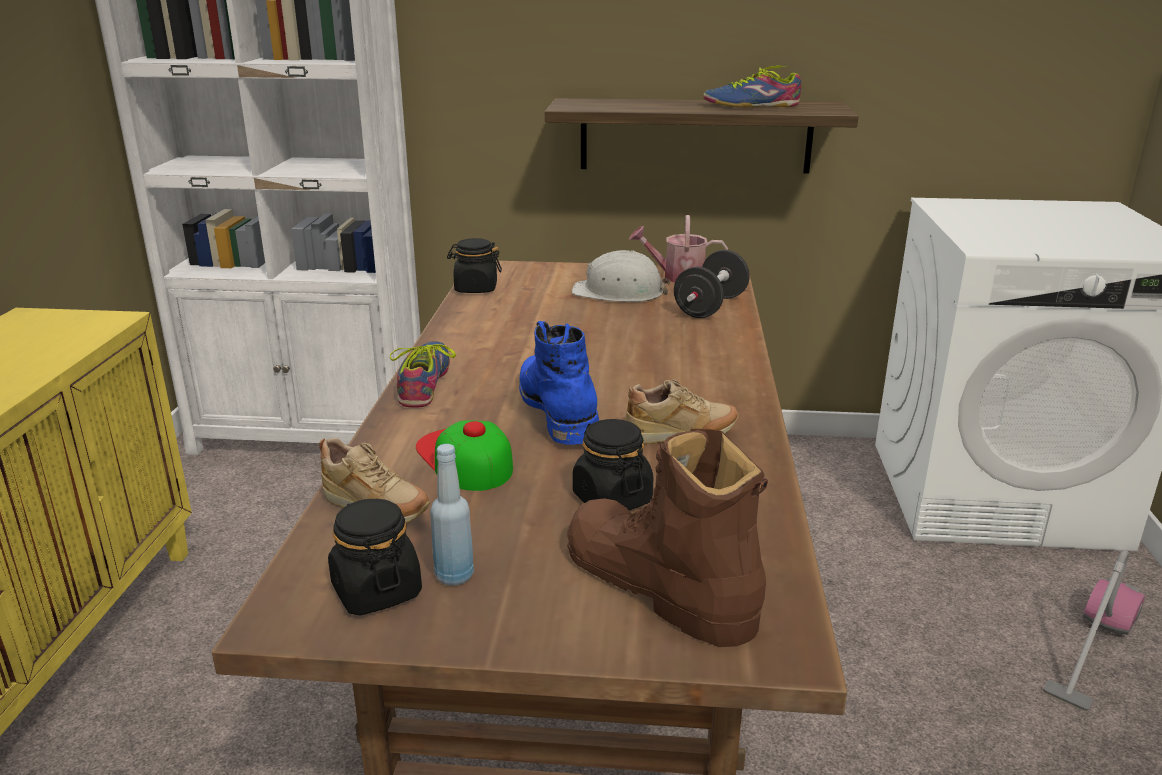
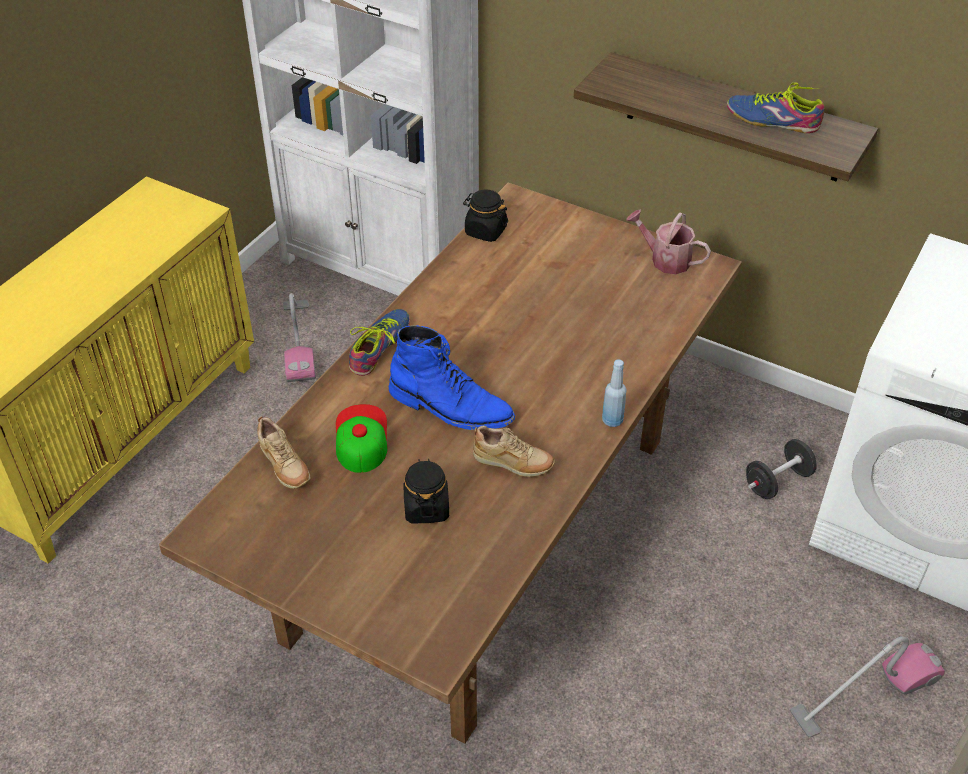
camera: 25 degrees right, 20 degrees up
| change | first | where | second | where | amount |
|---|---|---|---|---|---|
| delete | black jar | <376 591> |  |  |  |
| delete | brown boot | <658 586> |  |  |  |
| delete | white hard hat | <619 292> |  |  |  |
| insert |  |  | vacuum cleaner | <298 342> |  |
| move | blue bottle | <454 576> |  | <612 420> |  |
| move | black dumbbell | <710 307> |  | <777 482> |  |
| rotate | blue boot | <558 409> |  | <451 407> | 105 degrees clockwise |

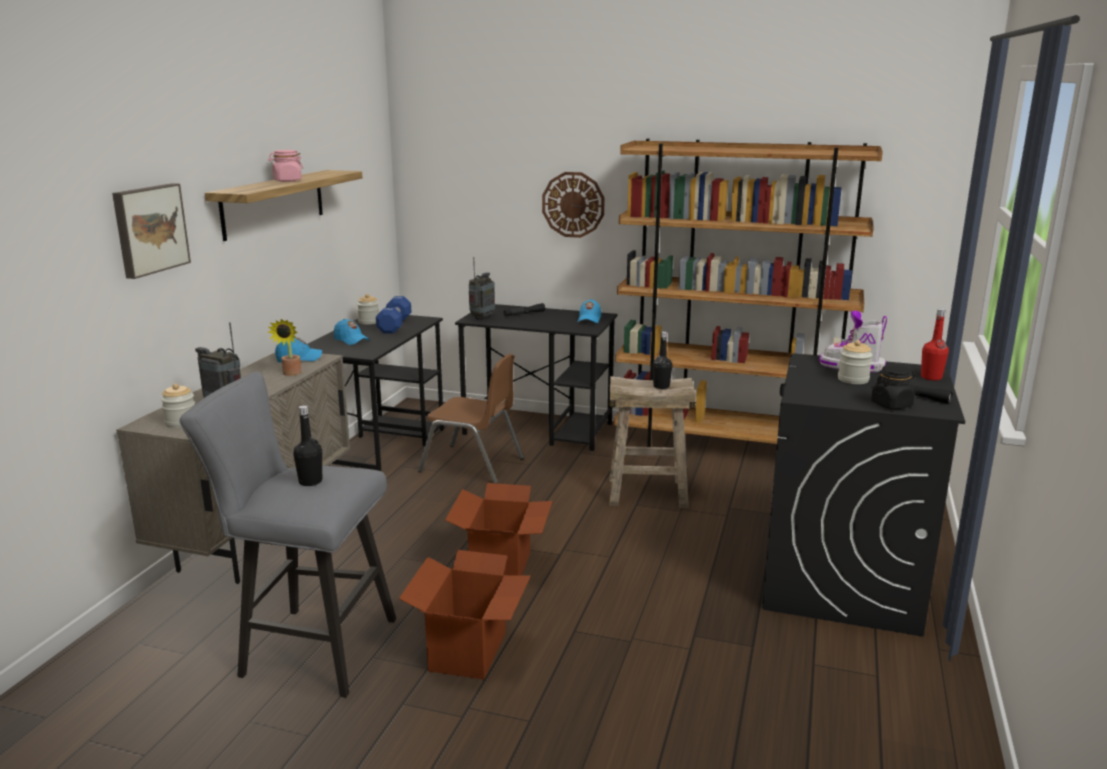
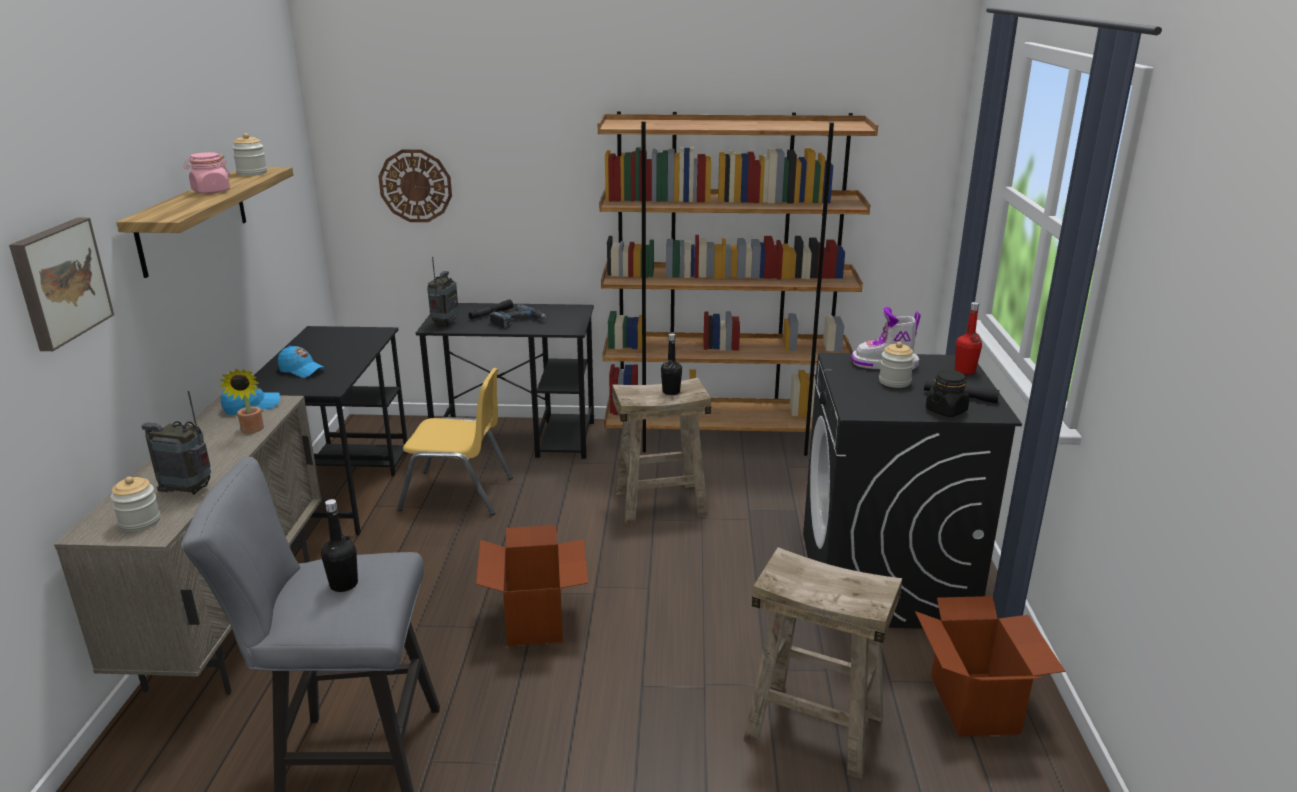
camera: 15 degrees left, 5 degrees up
| change | first | where | second | where | amount |
|---|---|---|---|---|---|
| delete | blue dumbbell | <394 325> |  |  |  |
| delete | blue cap | <589 320> |  |  |  |
| insert |  |  | power drill | <518 321> |  |
| insert |  |  | beige stool | <815 726> |  |
| move | jar | <369 322> |  | <252 173> |  |
| move | cardboard box | <469 651> |  | <975 704> |  |
| move | wall clock | <573 204> |  | <415 186> |  |
| recolor | brown chair | <472 465> | yellow chair | <458 494> |  |

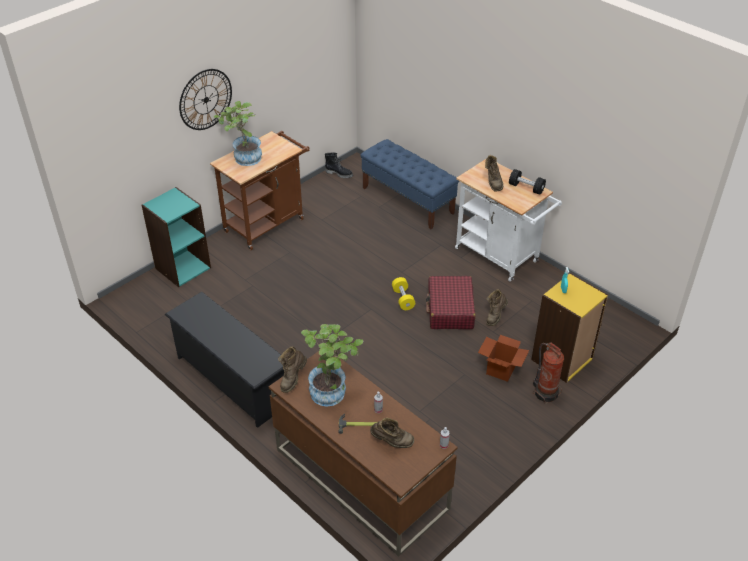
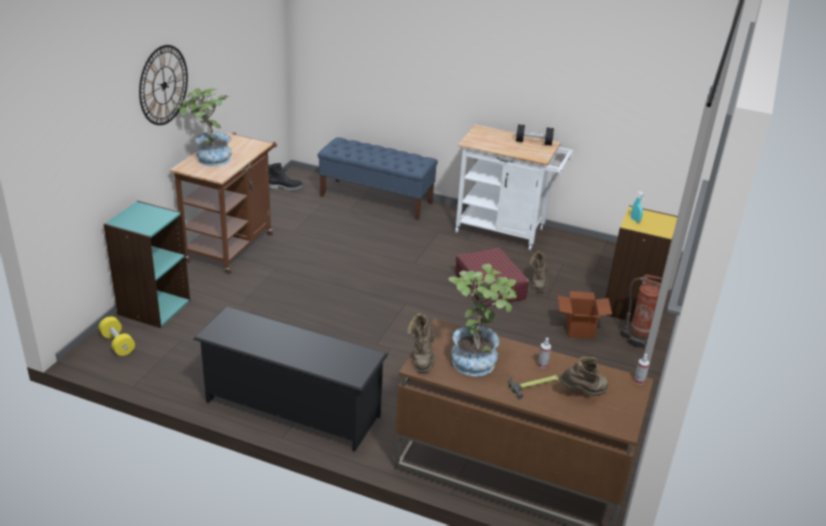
camera: 25 degrees left, 10 degrees down
| change | first | where | second | where | amount |
|---|---|---|---|---|---|
| delete | brown boot | <493 182> |  |  |  |
| move | yellow dumbbell | <403 299> |  | <117 344> |  |

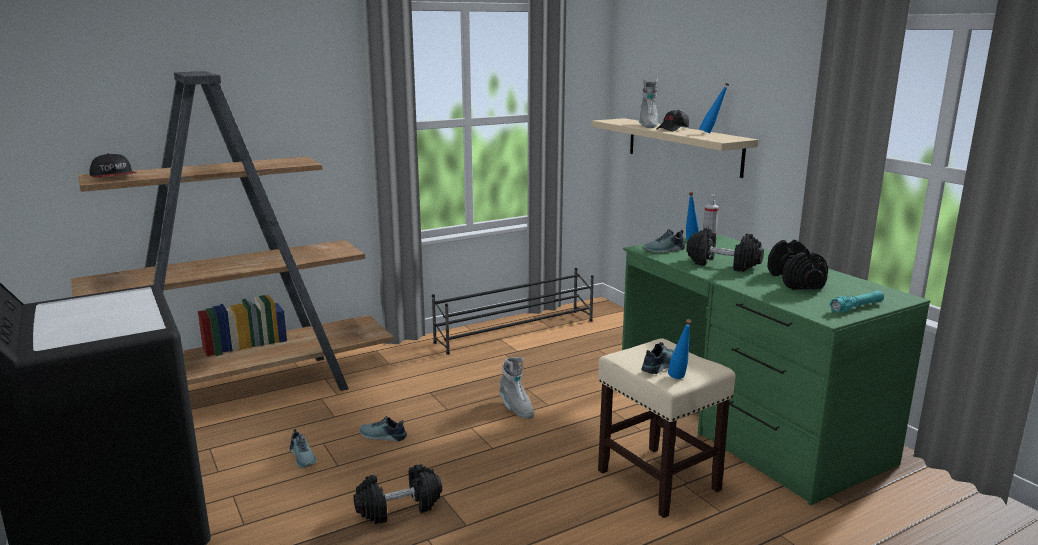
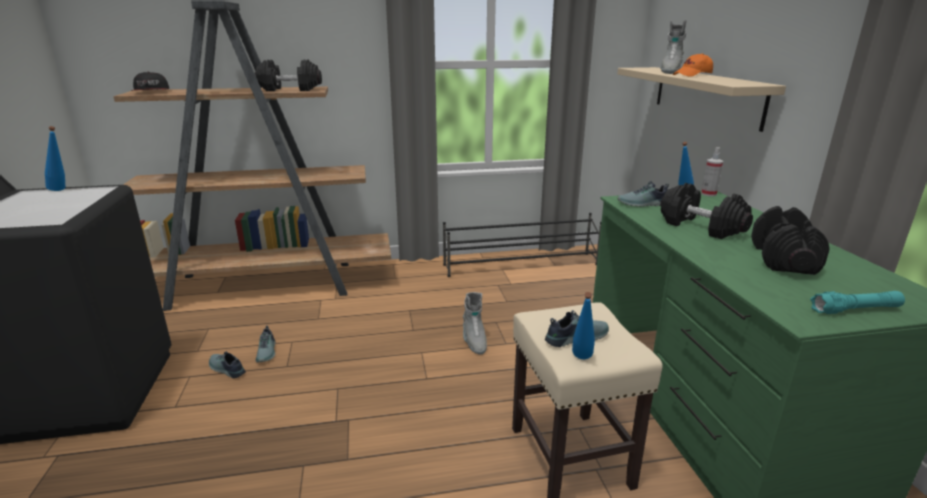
camera: 20 degrees right, 5 degrees up
| change | first | where | second | where | amount |
|---|---|---|---|---|---|
| move | black dumbbell | <399 507> |  | <290 89> |  |
| move | shoe | <382 436> |  | <226 369> |  |
| move | blue bottle | <711 133> |  | <62 190> |  |
| recolor | black cap | <672 129> | orange cap | <692 75> |  |

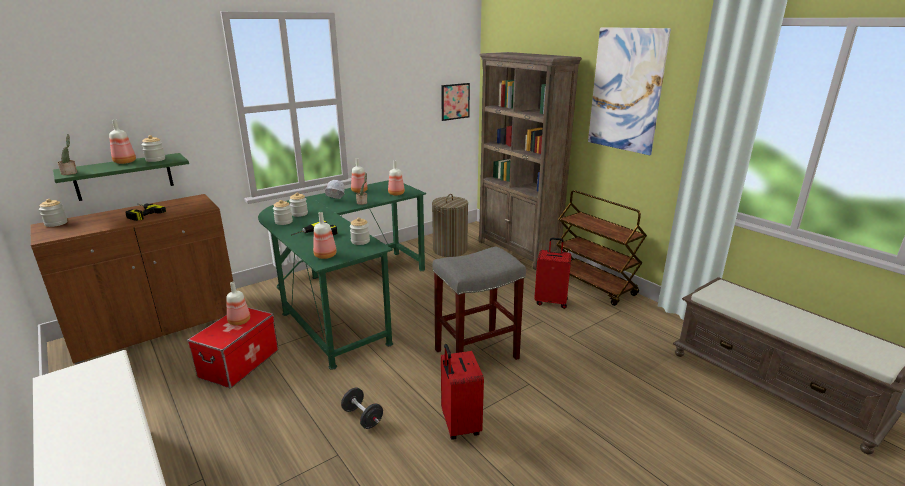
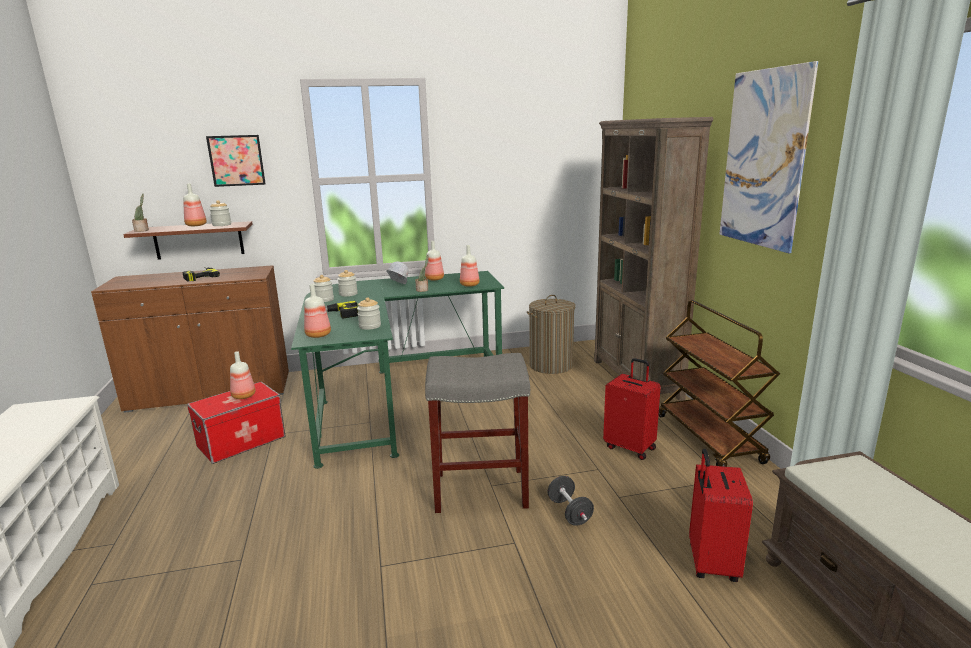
camera: 25 degrees right, 5 degrees down
| change | first | where | second | where | amount |
|---|---|---|---|---|---|
| delete | jar | <56 223> |  |  |  |
| move | black dumbbell | <362 417> |  | <569 512> |  |
| move | picture | <455 101> |  | <236 160> |  |
| move | red suitcase | <459 425> |  | <710 563> |  |
| recolor | green shelf | <124 176> | brown shelf | <199 240> |  |

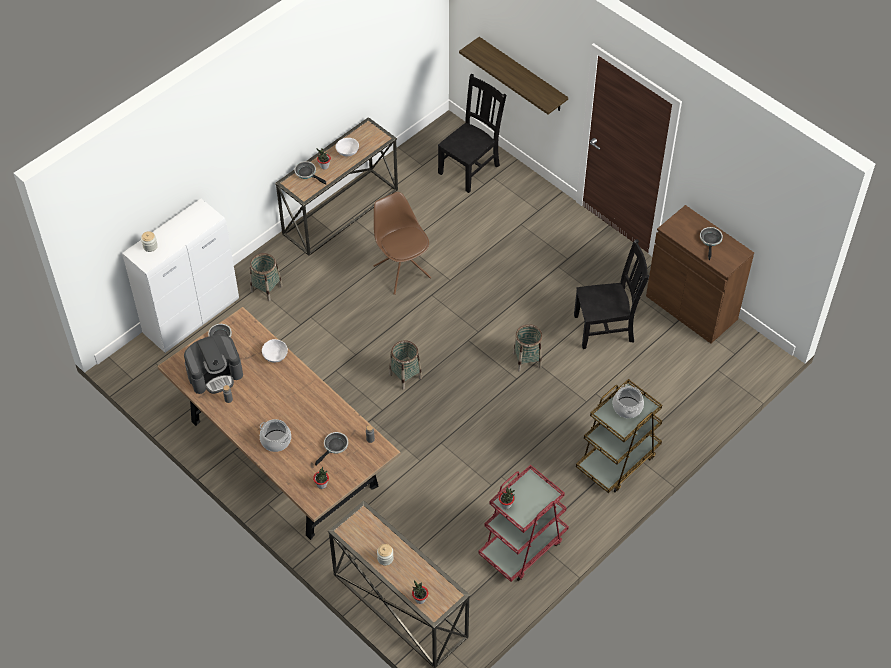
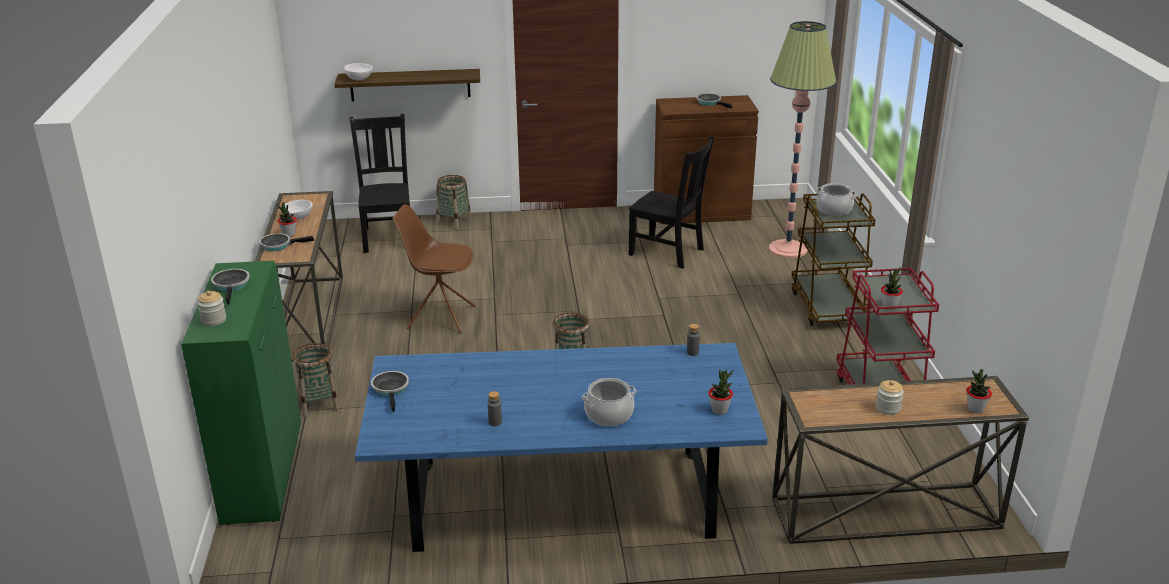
camera: 50 degrees left, 25 degrees down
| change | first | where | second | where | amount |
|---|---|---|---|---|---|
| delete | coffee machine | <215 374> |  |  |  |
| insert |  |  | floor lamp | <788 249> |  |
| move | white bowl | <275 356> |  | <358 78> |  |
| move | frying pan | <334 447> |  | <231 286> |  |
| move | basket | <527 360> |  | <454 222> |  |
| recolor | white cabinet | <192 316> | green cabinet | <263 475> |  |
| recolor | brown dining table | <283 453> | blue dining table | <561 499> |  |
| rotate | black chair | <606 328> |  | <668 252> | 90 degrees clockwise |

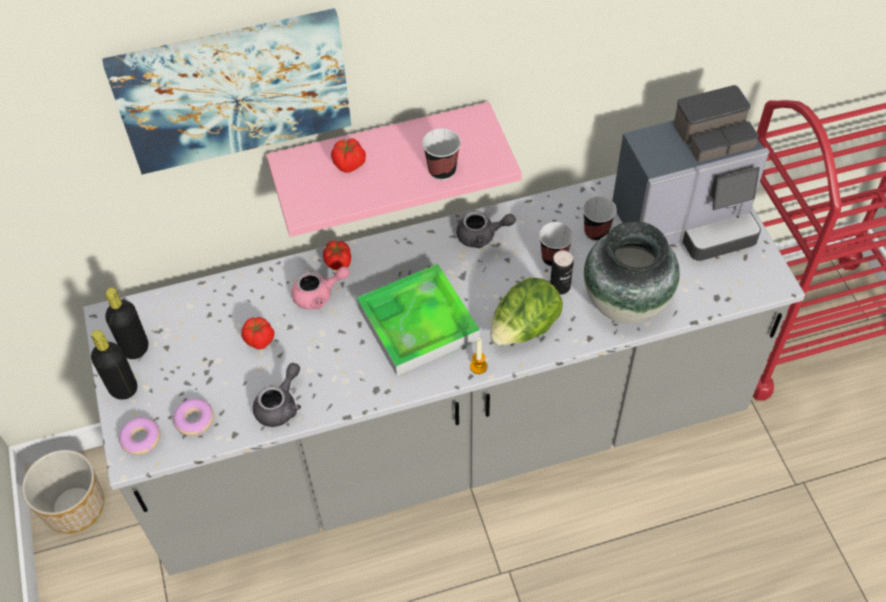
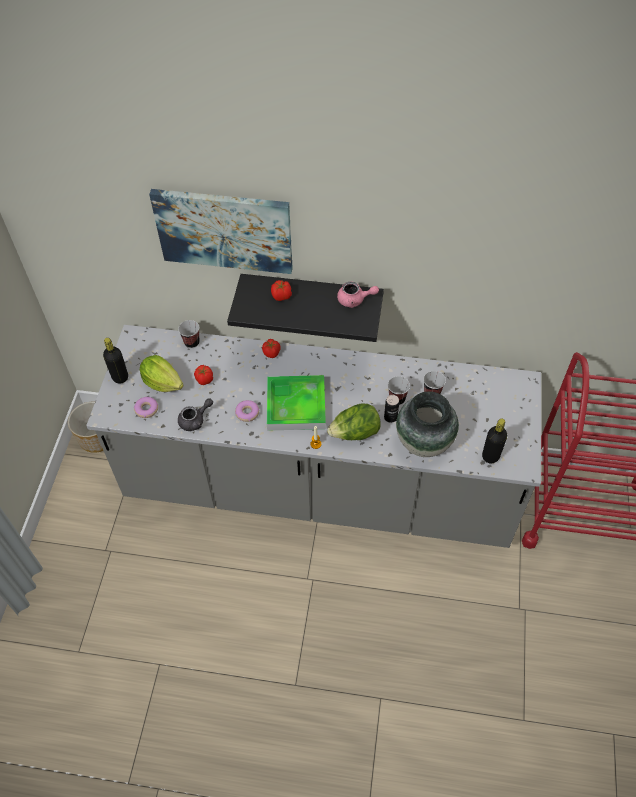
camera: 25 degrees right, 0 degrees up
| change | first | where | second | where | amount |
|---|---|---|---|---|---|
| delete | grey teapot | <482 236> |  |  |  |
| delete | coffee machine | <686 221> |  |  |  |
| insert |  |  | lettuce | <162 382> |  |
| move | black bottle | <135 348> |  | <490 456> |  |
| move | donut | <141 439> |  | <247 413> |  |
| move | pink teapot | <319 295> |  | <355 300> |  |
| move | cup | <442 170> |  | <192 342> |  |
| recolor | pink shelf | <381 154> | black shelf | <311 297> |  |

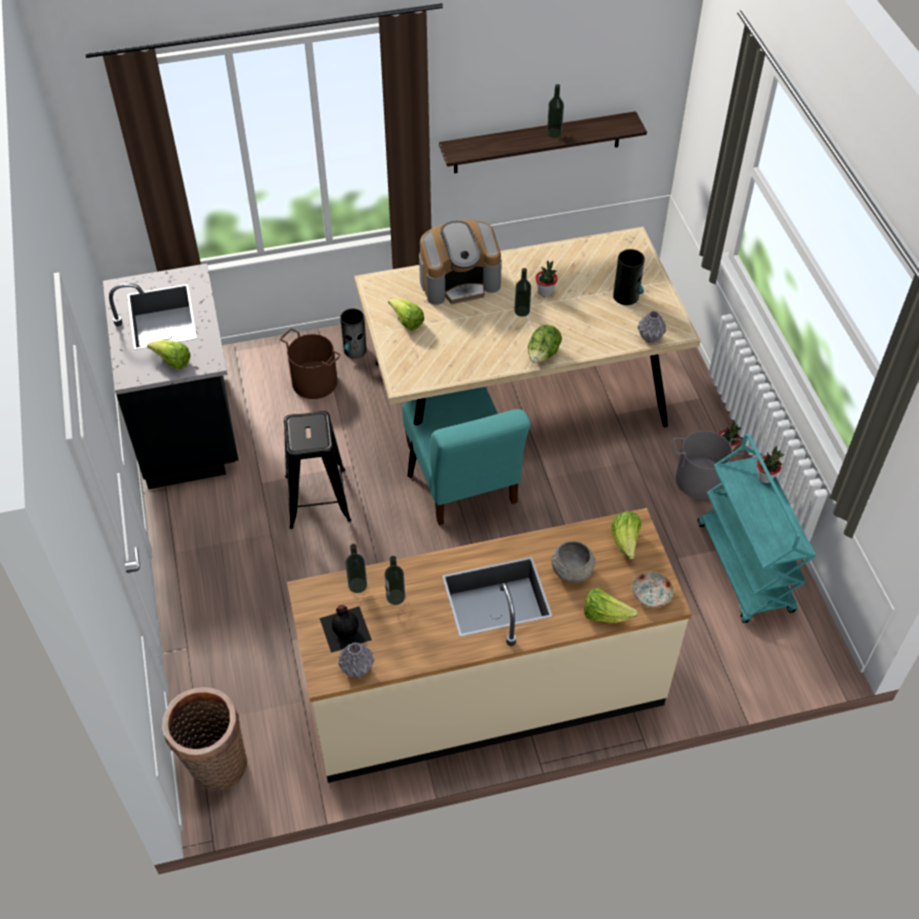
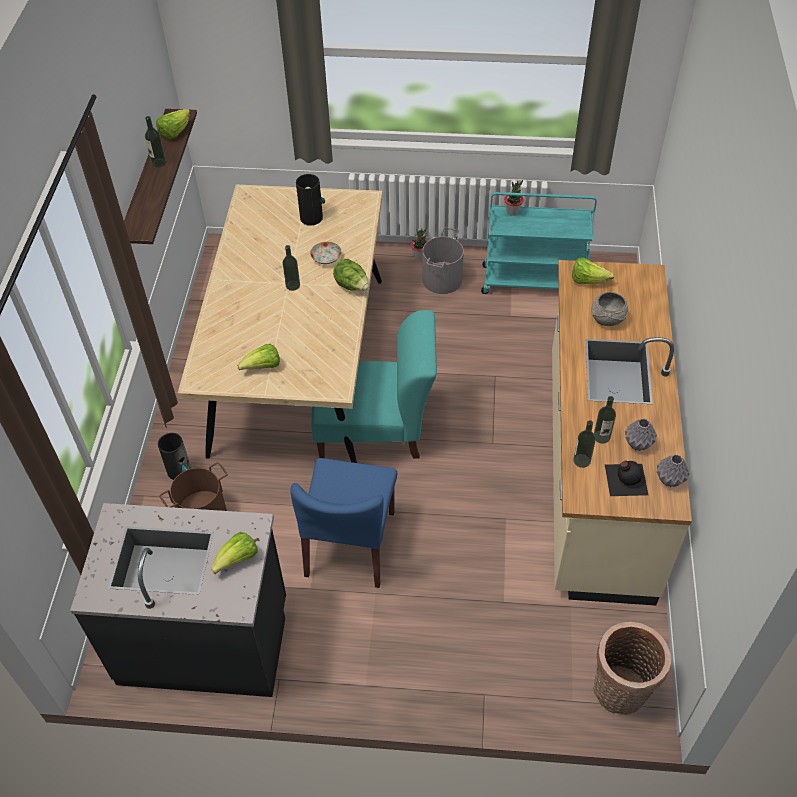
camera: 70 degrees left, 0 degrees up
| change | first | where | second | where | amount |
|---|---|---|---|---|---|
| delete | coffee machine | <459 281> |  |  |  |
| delete | potted plant | <545 292> |  |  |  |
| move | lettuce | <605 615> |  | <175 132> |  |
| move | plate | <650 594> |  | <326 258> |  |
| move | grey vase | <649 337> |  | <637 444> |  |
| replace | black stool | <317 498> | blue chair | <350 544> |  |

